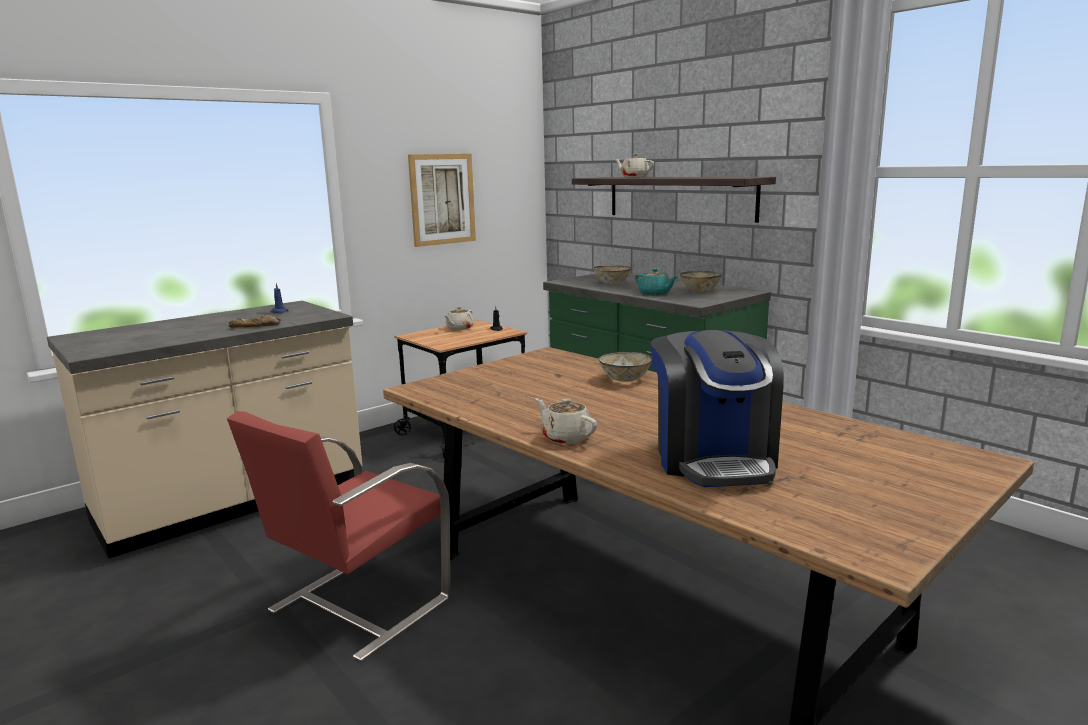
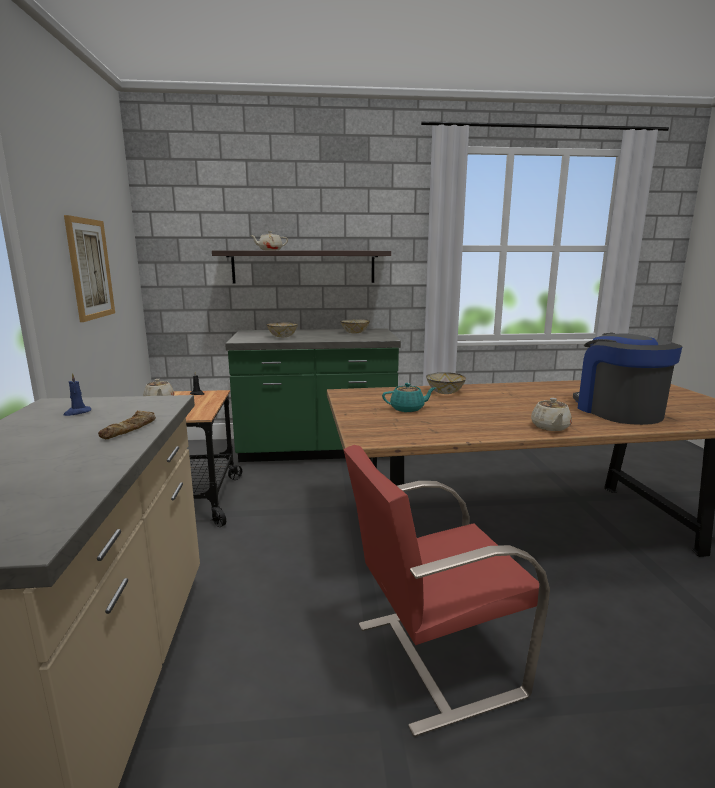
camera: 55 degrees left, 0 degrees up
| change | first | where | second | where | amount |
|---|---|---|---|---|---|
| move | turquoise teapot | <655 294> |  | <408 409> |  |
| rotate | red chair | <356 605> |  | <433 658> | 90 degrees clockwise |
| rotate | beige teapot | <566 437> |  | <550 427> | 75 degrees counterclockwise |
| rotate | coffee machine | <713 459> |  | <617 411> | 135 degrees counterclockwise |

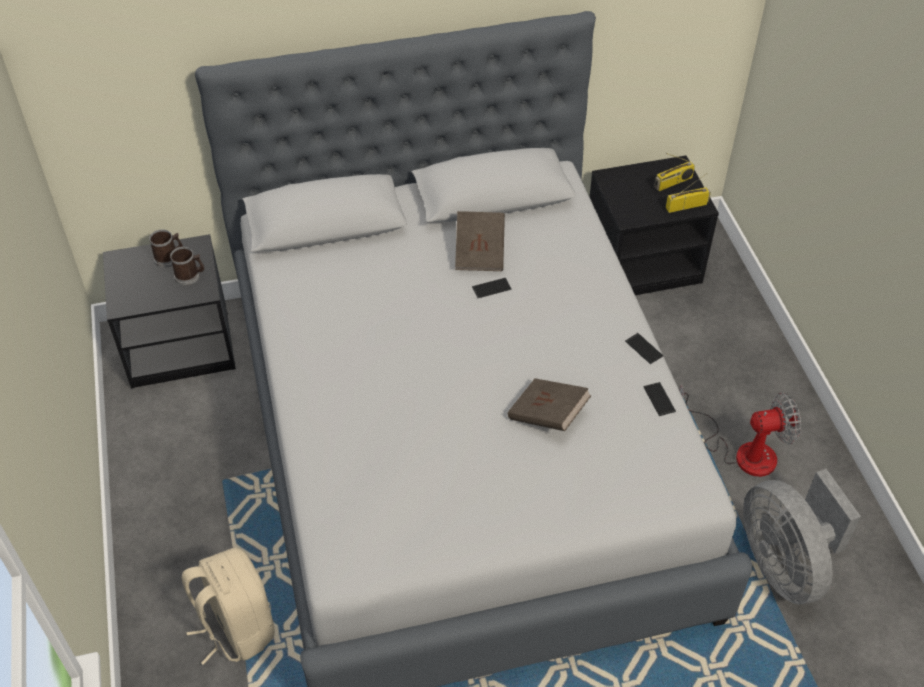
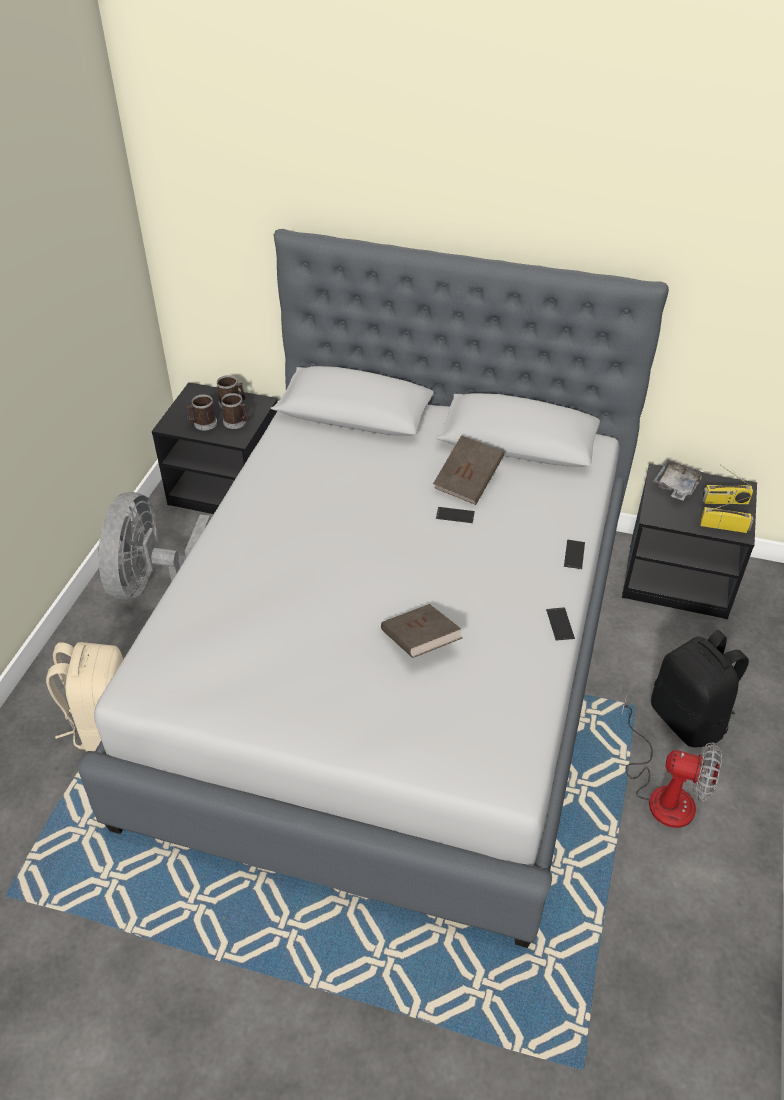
camera: 30 degrees right, 5 degrees down
| change | first | where | second | where | amount |
|---|---|---|---|---|---|
| insert |  |  | mug | <203 424> |  |
| insert |  |  | black backpack | <689 719> |  |
| insert |  |  | grey tray | <676 486> |  |
| move | phone | <659 399> |  | <574 554> |  |
| move | grey fan | <784 564> |  | <153 581> |  |

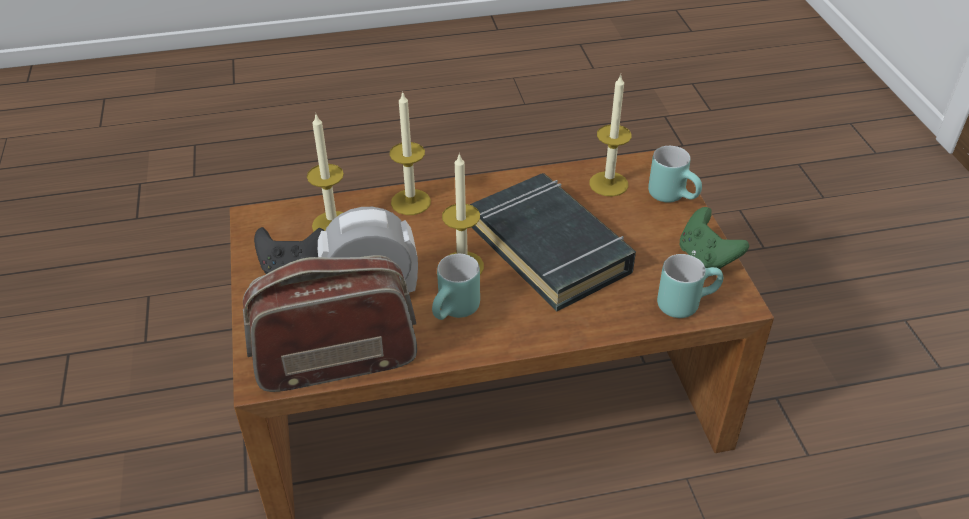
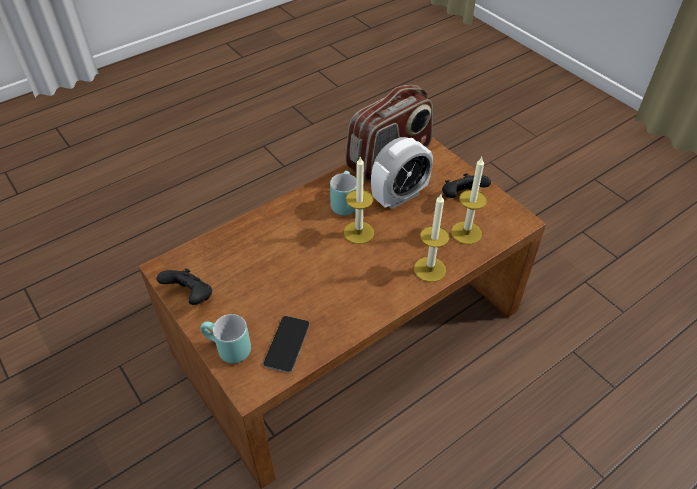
camera: 155 degrees right, 5 degrees up
| change | first | where | second | where | amount |
|---|---|---|---|---|---|
| delete | black book | <550 248> |  |  |  |
| delete | turquoise mug | <685 302> |  |  |  |
| replace | candle | <608 184> | phone | <287 344> |  |
| recolor | green game controller | <706 258> | black game controller | <190 296> |  |

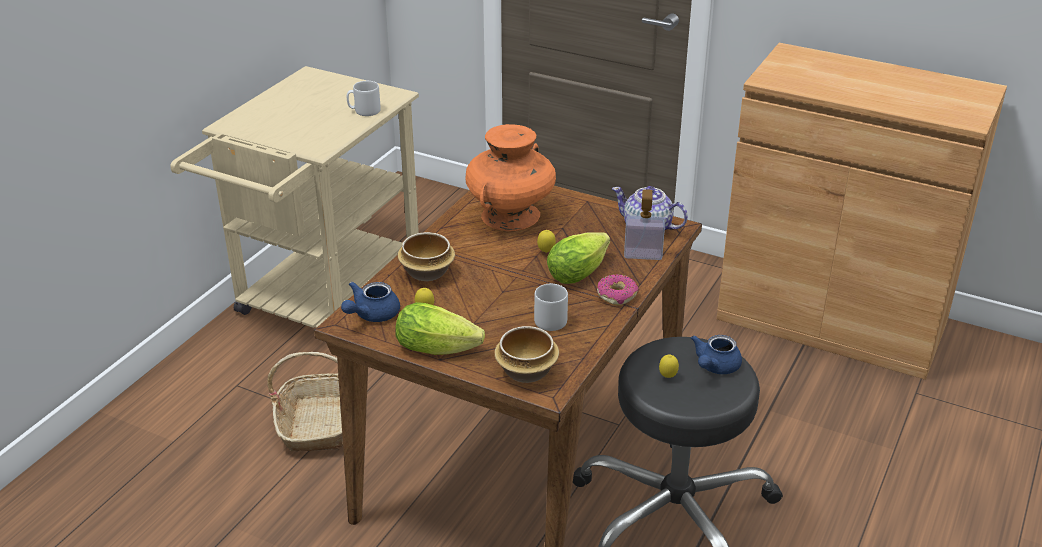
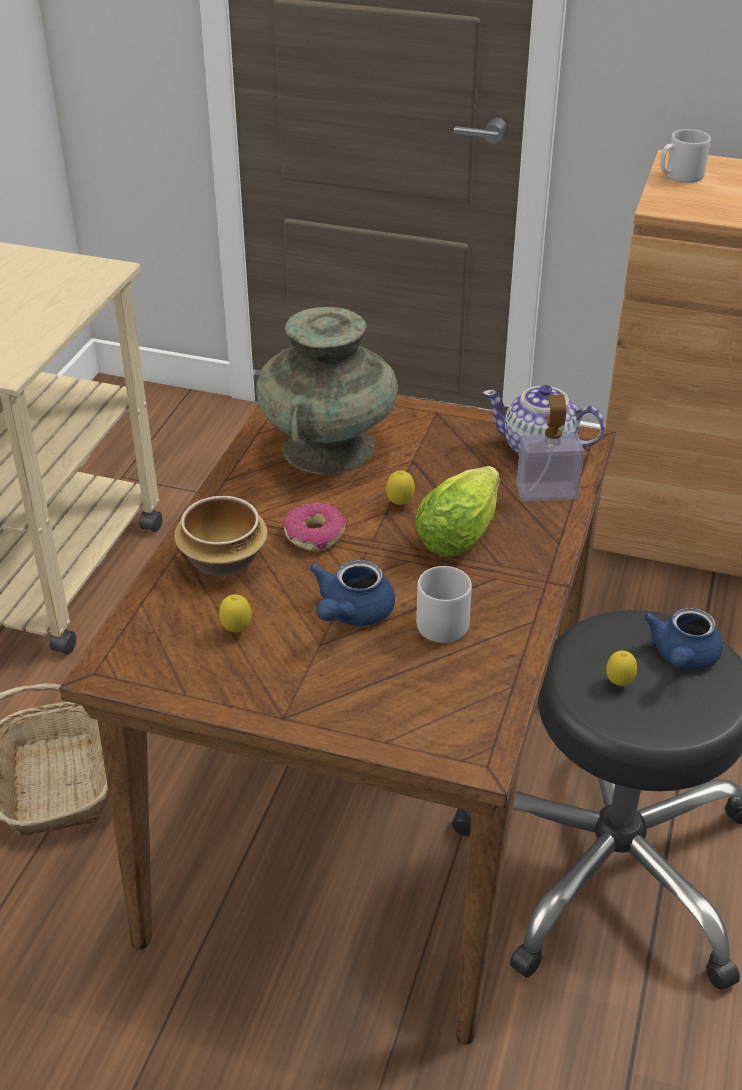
camera: 10 degrees left, 5 degrees up
| change | first | where | second | where | amount |
|---|---|---|---|---|---|
| delete | lettuce | <441 348> |  |  |  |
| delete | bowl | <528 371> |  |  |  |
| move | blue teapot | <371 315> |  | <351 613> |  |
| move | grey mug | <364 111> |  | <680 176> |  |
| move | donut | <617 295> |  | <315 535> |  |
| recolor | orange vase | <510 216> | turquoise vase | <328 449> |  |

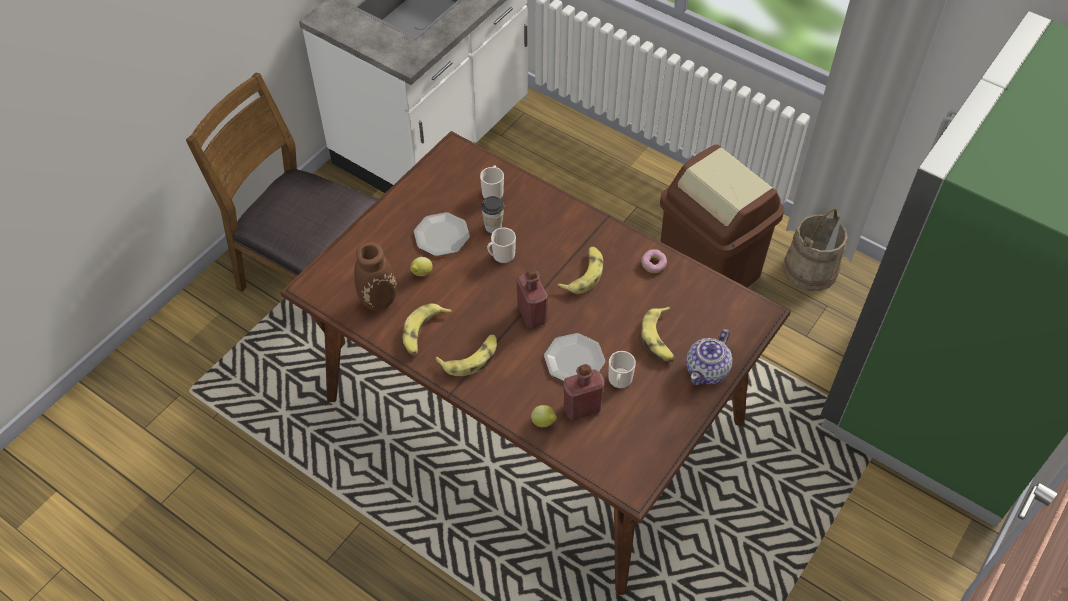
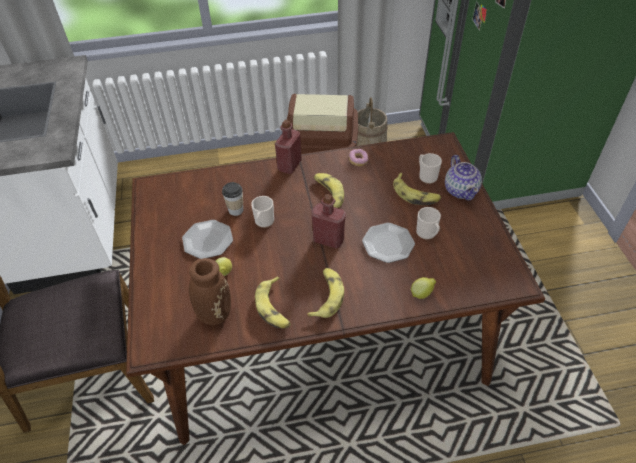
camera: 45 degrees left, 5 degrees down
| change | first | where | second | where | amount |
|---|---|---|---|---|---|
| move | mug | <493 192> |  | <426 176> |  |
| move | red bottle | <582 408> |  | <289 165> |  |

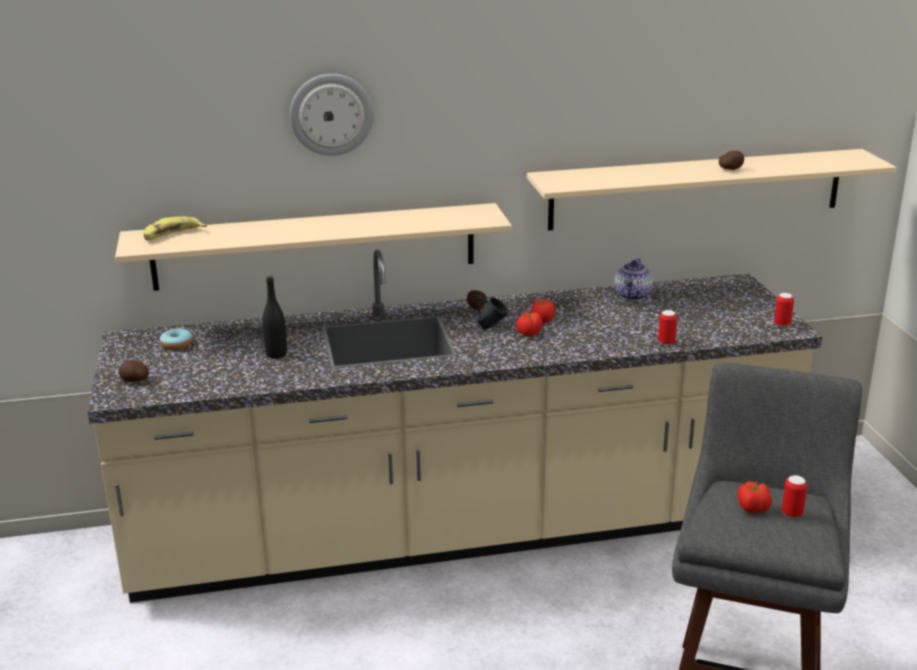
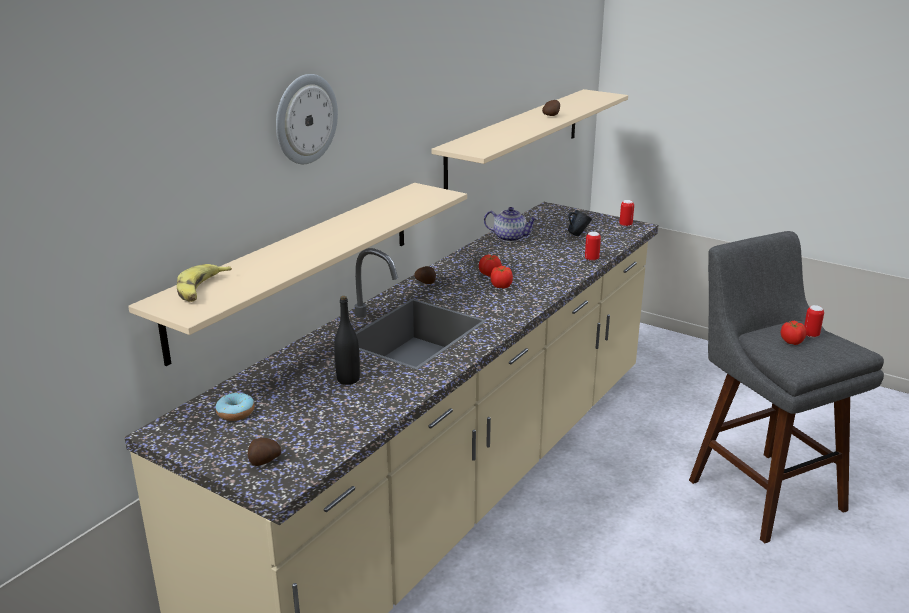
camera: 45 degrees left, 0 degrees up
| change | first | where | second | where | amount |
|---|---|---|---|---|---|
| move | blue mug | <491 327> |  | <577 234> |  |
| rotate | teapot | <633 296> |  | <510 238> | 45 degrees counterclockwise |

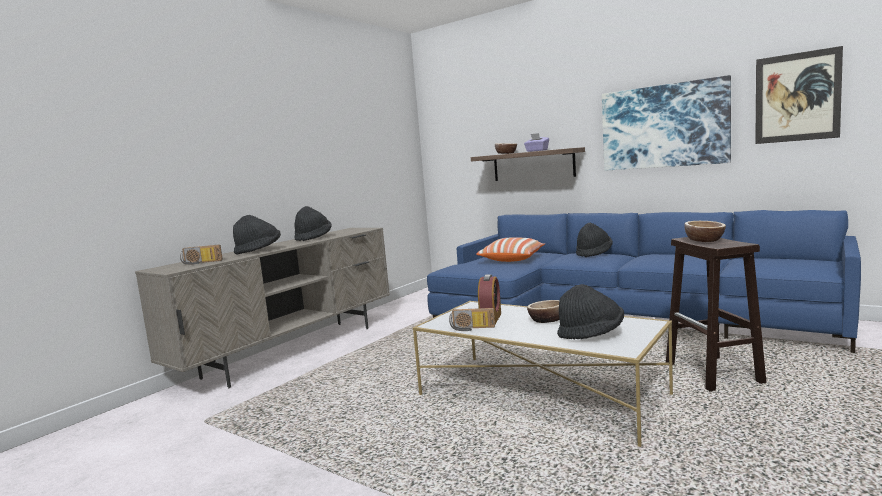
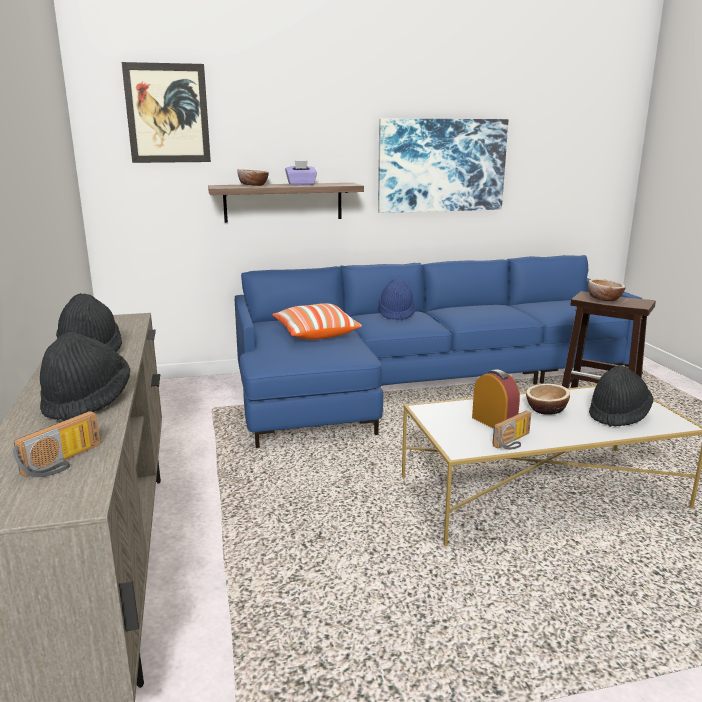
camera: 50 degrees left, 10 degrees up
| change | first | where | second | where | amount |
|---|---|---|---|---|---|
| move | picture | <797 97> |  | <167 113> |  |
| recolor | black hat | <594 253> | blue hat | <396 314> |  |

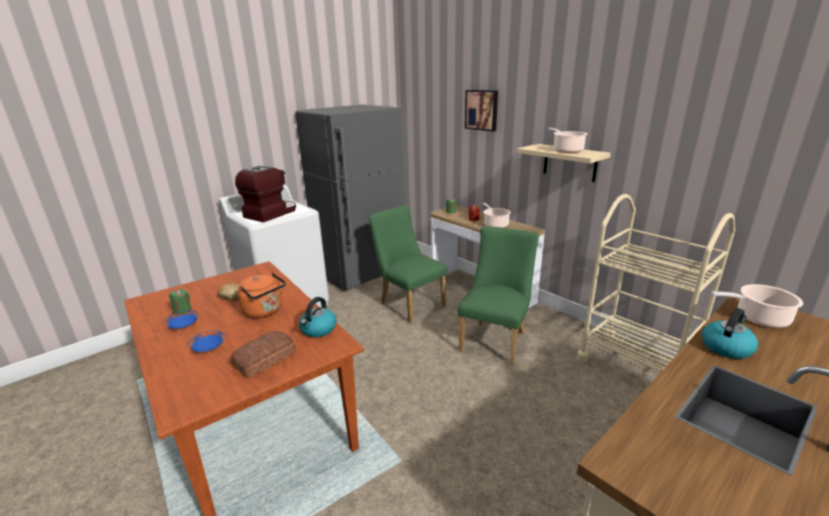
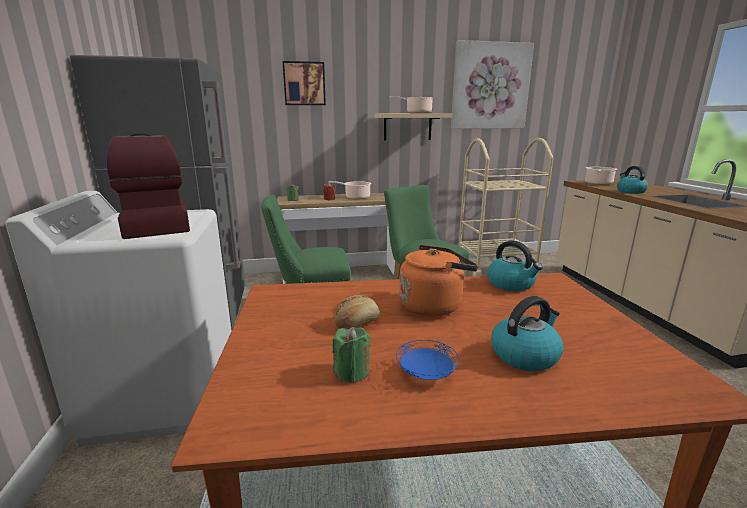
camera: 60 degrees left, 5 degrees down
| change | first | where | second | where | amount |
|---|---|---|---|---|---|
| delete | bread | <266 359> |  |  |  |
| insert |  |  | picture | <490 86> |  |
| replace | blue plate | <209 349> | kettle | <524 355> |  |

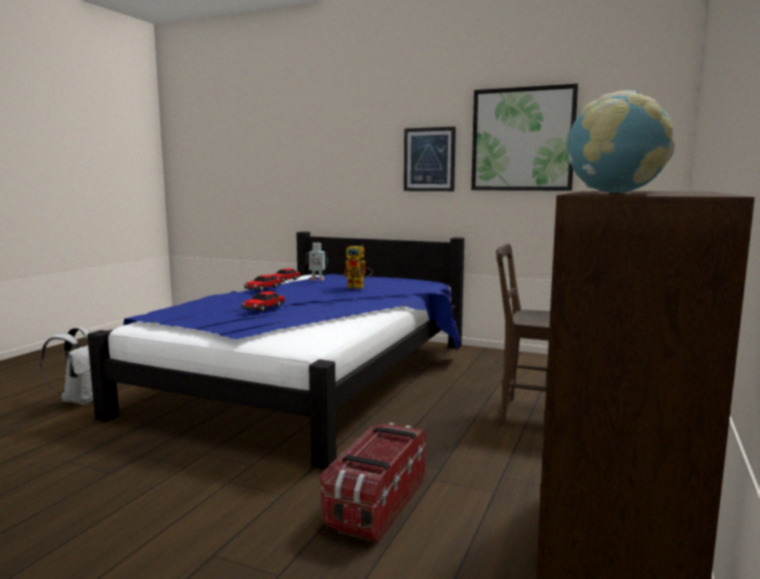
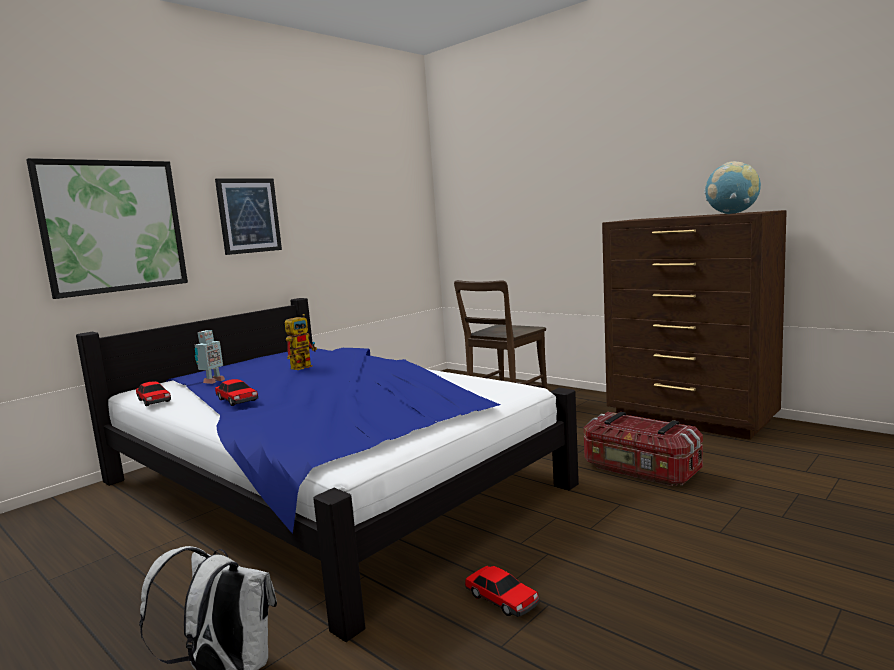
camera: 70 degrees left, 0 degrees up
| change | first | where | second | where | amount |
|---|---|---|---|---|---|
| move | toy car | <263 308> |  | <502 599> |  |
| move | picture | <522 139> |  | <113 226> |  |

